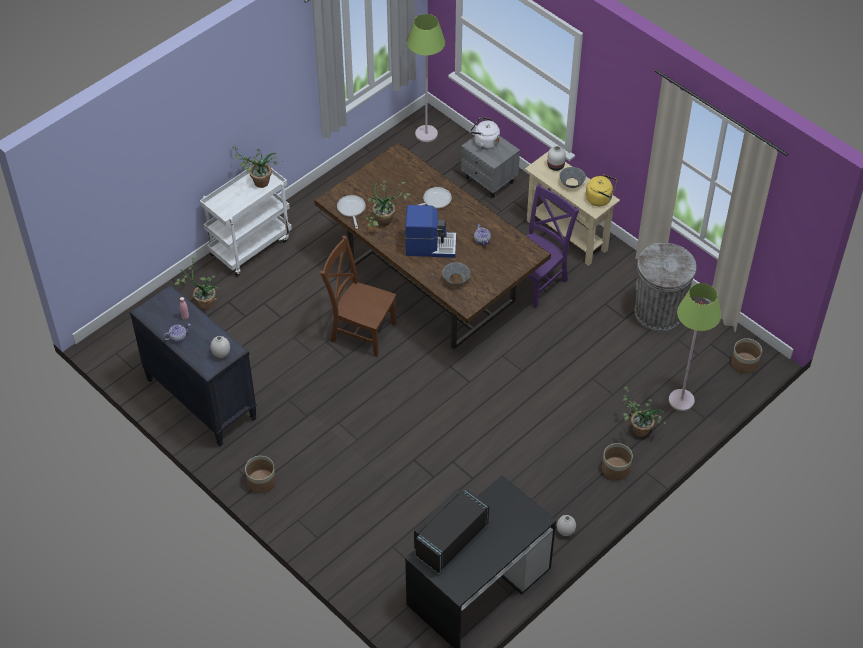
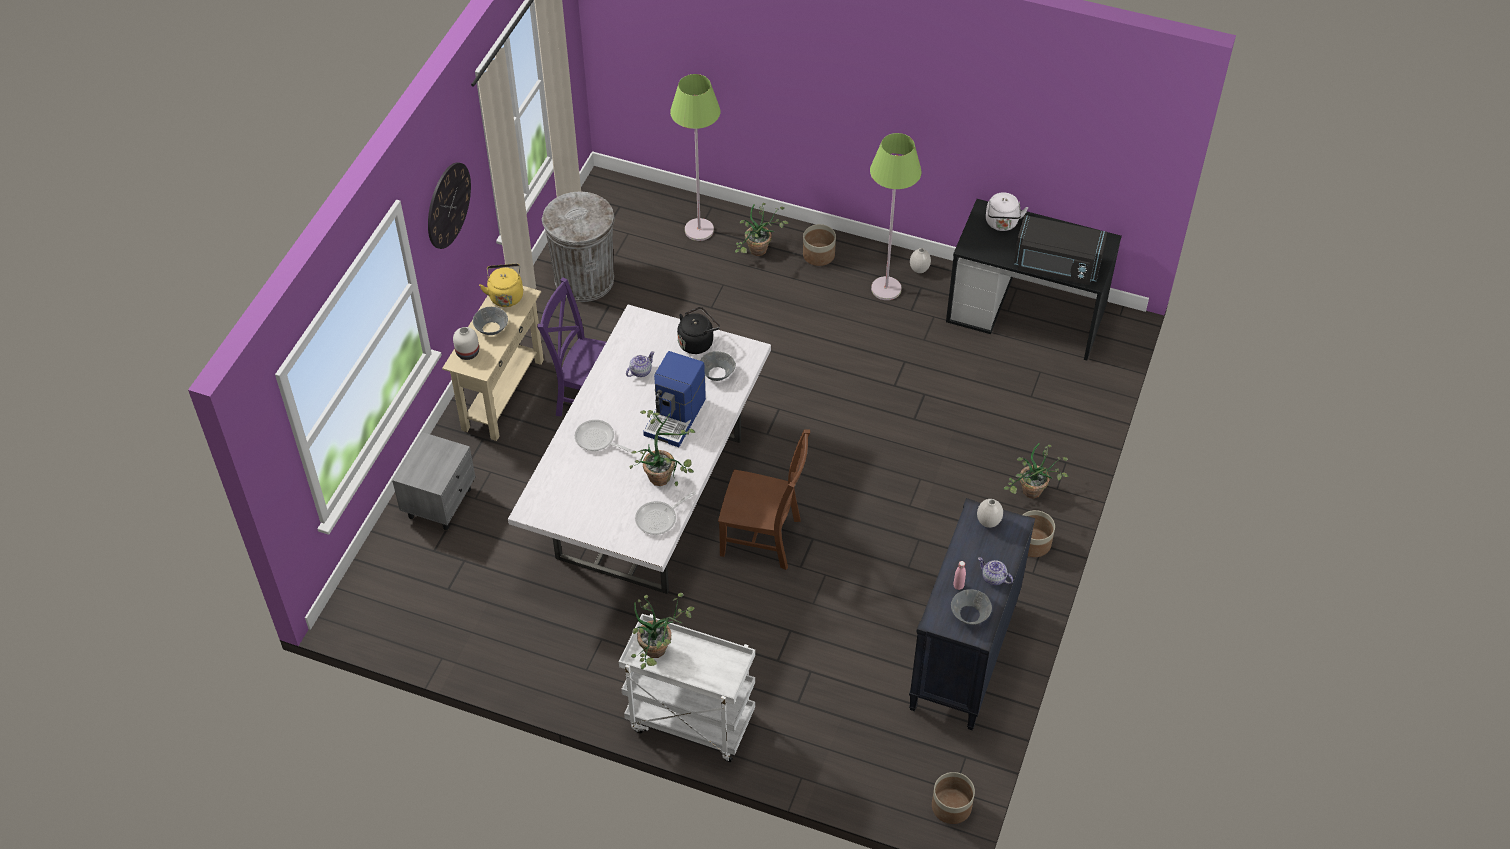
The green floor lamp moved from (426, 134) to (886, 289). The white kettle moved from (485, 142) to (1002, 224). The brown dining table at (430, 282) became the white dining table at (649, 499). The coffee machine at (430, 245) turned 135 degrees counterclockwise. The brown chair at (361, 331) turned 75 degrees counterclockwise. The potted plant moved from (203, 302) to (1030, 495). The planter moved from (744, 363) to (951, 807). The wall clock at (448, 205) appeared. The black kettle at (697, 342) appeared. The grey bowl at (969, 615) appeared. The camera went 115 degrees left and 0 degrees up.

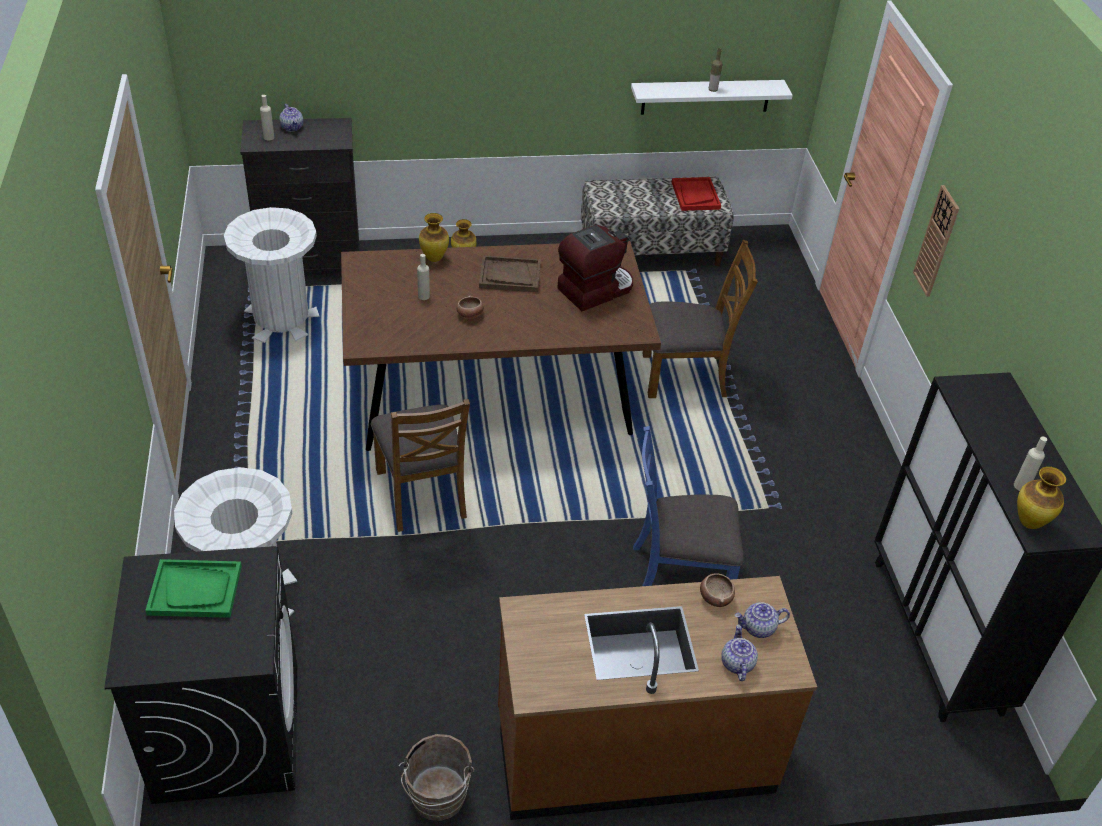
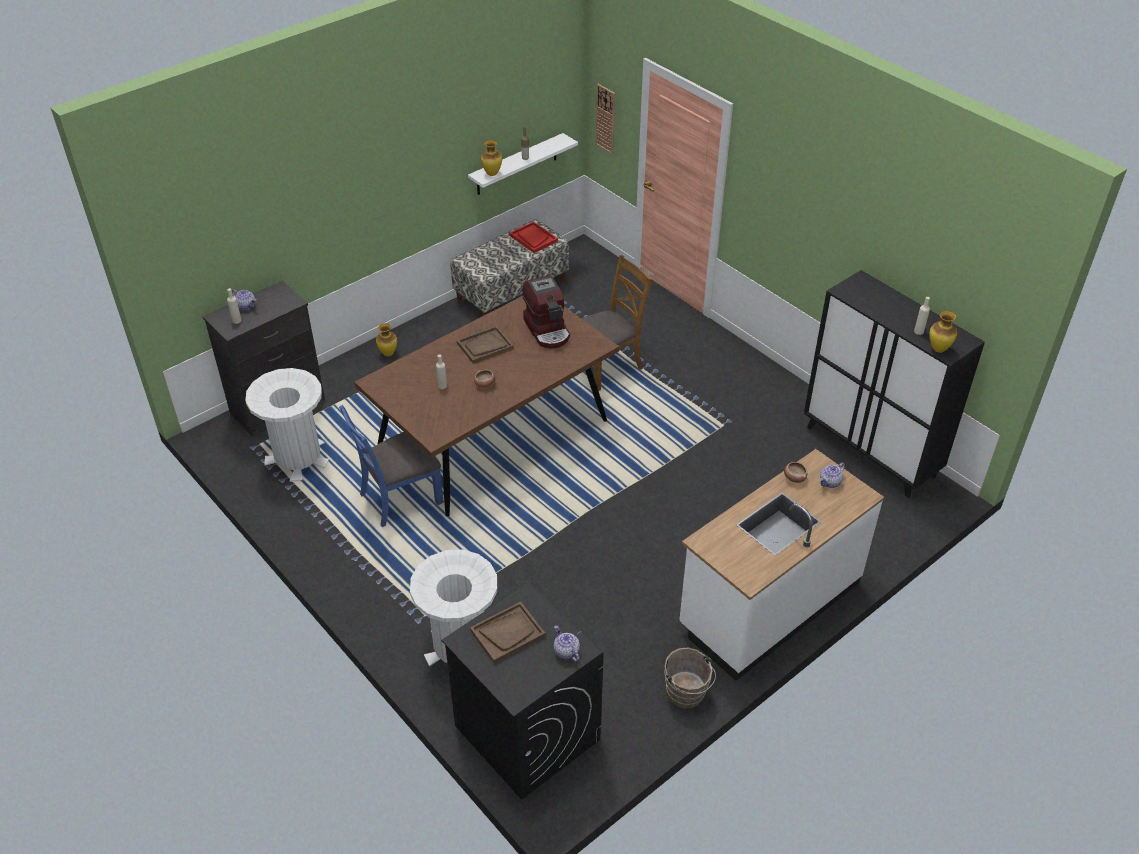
The wall clock moved from (936, 241) to (606, 119). The vase moved from (434, 259) to (492, 174). The coffee machine at (595, 289) turned 135 degrees clockwise. The brown chair at (422, 494) disappeared. The blue chair moved from (678, 576) to (400, 498). The green tray at (195, 590) became the brown tray at (507, 633). The brown counter at (633, 751) became the white counter at (768, 605). The teapot moved from (736, 663) to (566, 651). The camera went 30 degrees left and 0 degrees up.

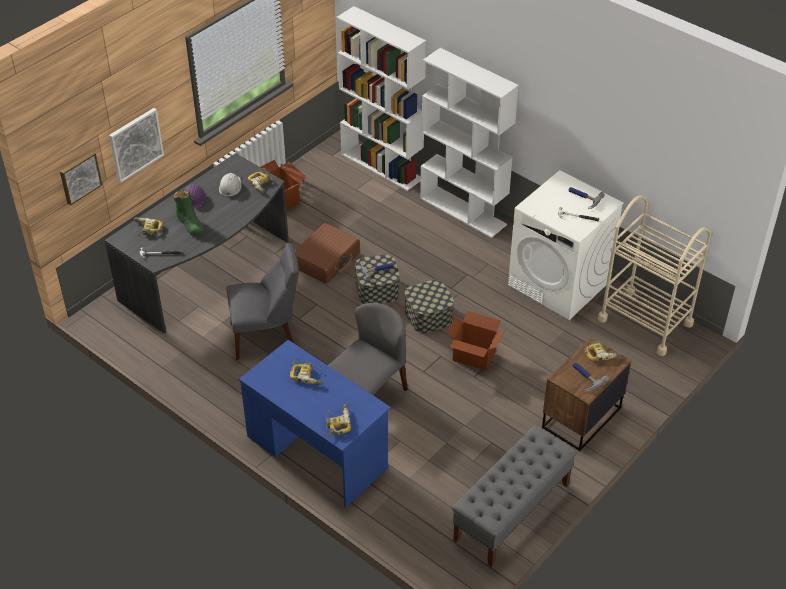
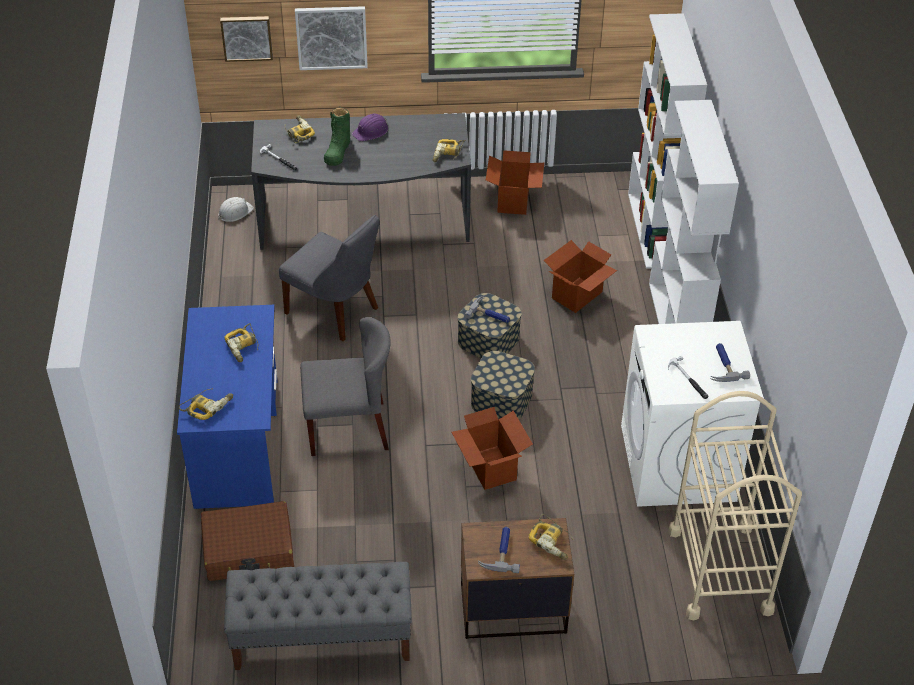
The white hard hat moved from (230, 187) to (235, 212). The brown suitcase moved from (326, 260) to (249, 550). The cardboard box at (577, 295) appeared. The camera went 45 degrees right and 0 degrees up.

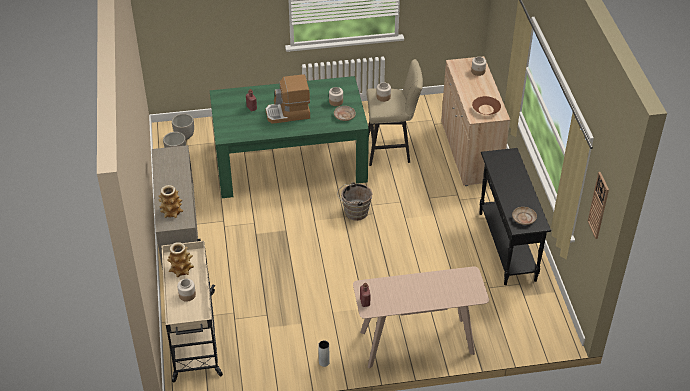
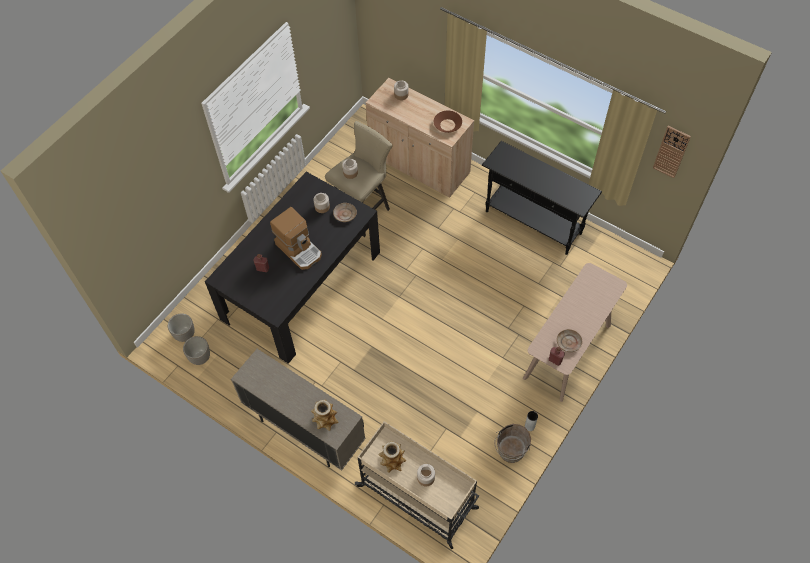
The coffee machine at (288, 114) turned 75 degrees counterclockwise. The green dining table at (289, 162) became the black dining table at (301, 285). The brown bucket moved from (354, 212) to (510, 452). The beige plate moved from (524, 218) to (568, 342). The camera went 45 degrees left and 15 degrees up.

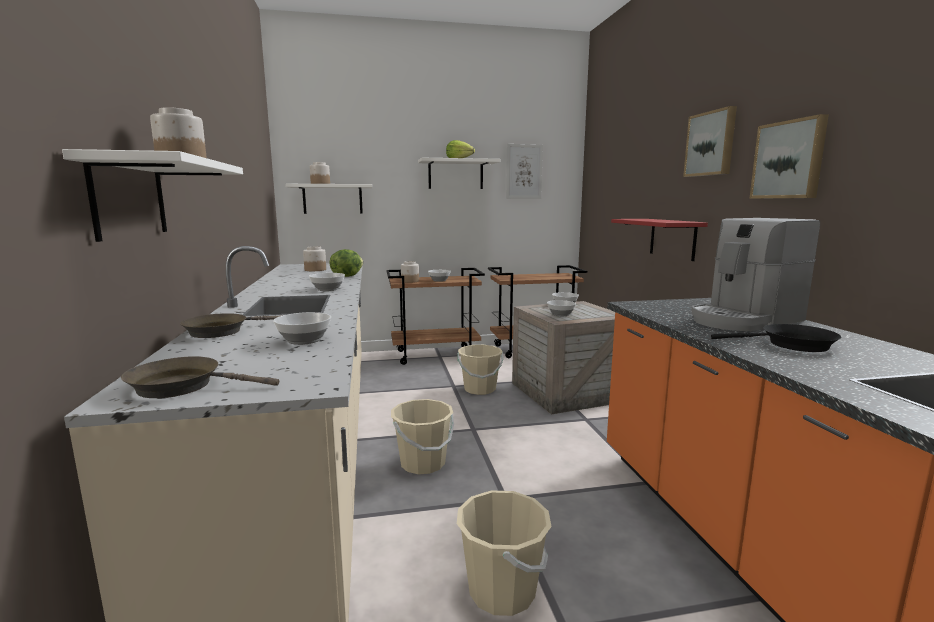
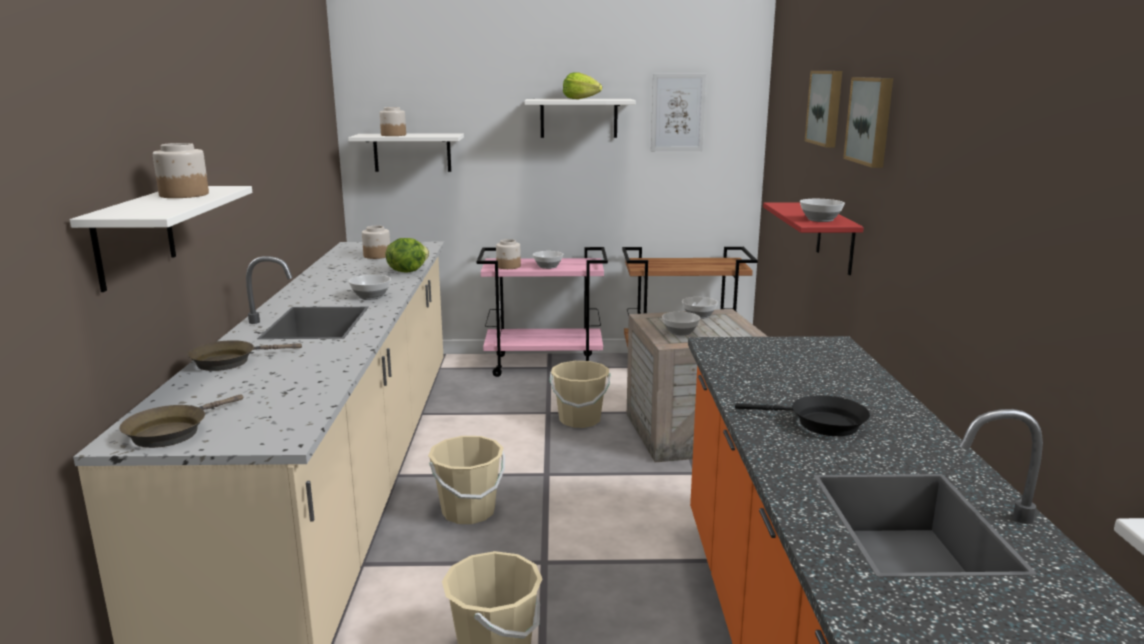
The picture moved from (789, 160) to (826, 108). The coffee machine at (744, 320) disappeared. The brown cart at (436, 355) became the pink cart at (545, 365). The bowl moved from (303, 340) to (819, 220). The brown frying pan at (183, 386) turned 75 degrees counterclockwise. The camera went 10 degrees right and 5 degrees up.

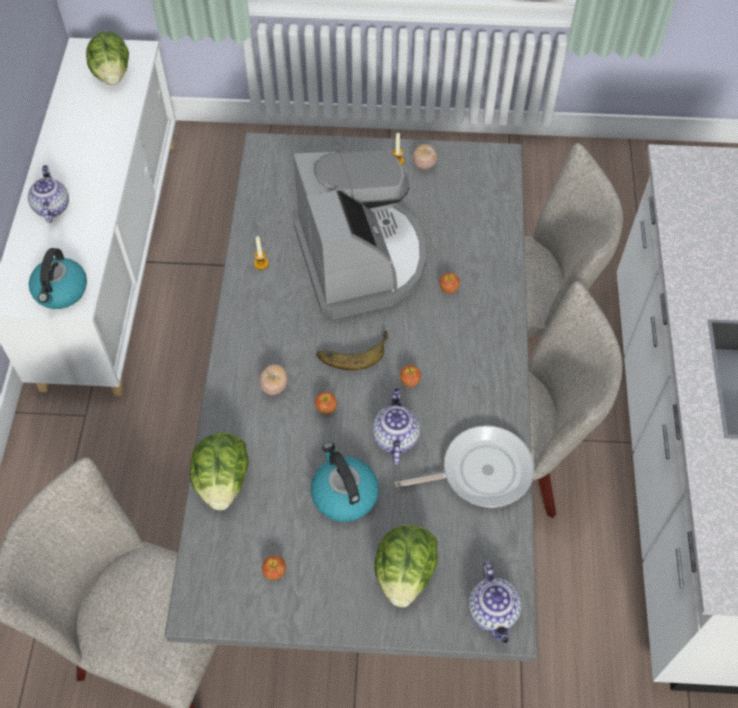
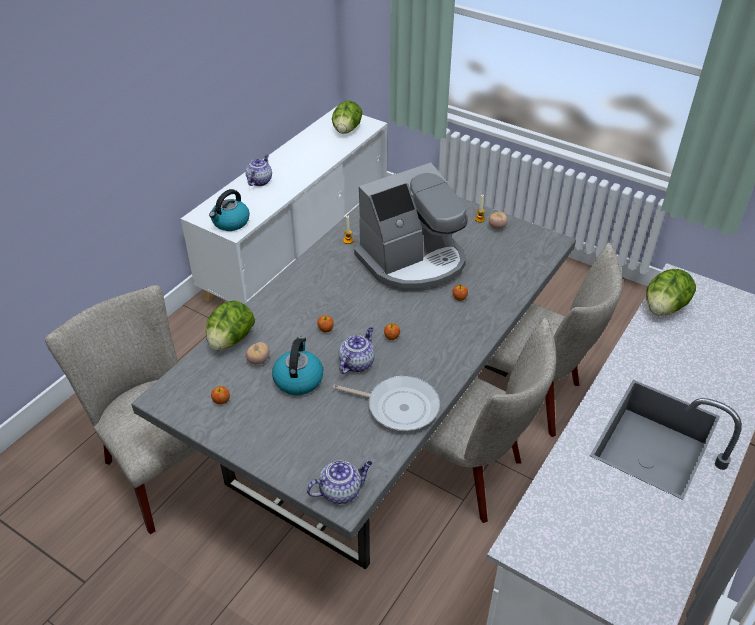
The coffee machine at (361, 260) turned 45 degrees clockwise. The banana at (352, 350) disappeared. The tomato moved from (274, 386) to (258, 360). The lettuce moved from (405, 573) to (664, 308). The teapot at (493, 612) turned 135 degrees counterclockwise. The camera went 30 degrees right and 15 degrees down.

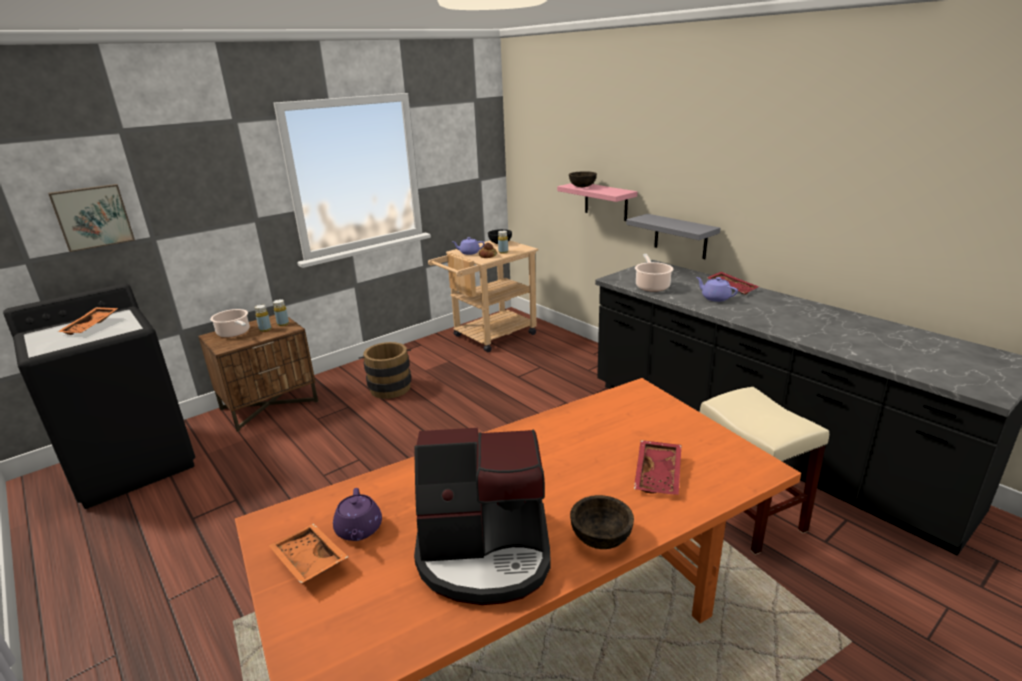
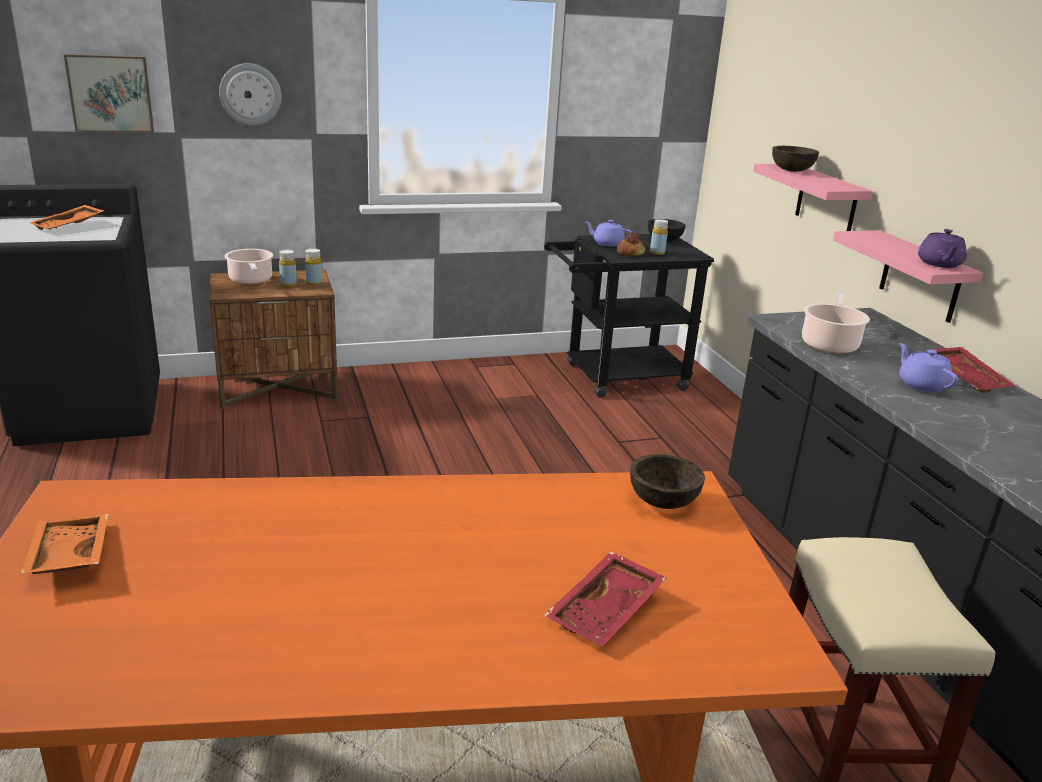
The grey shelf at (680, 236) became the pink shelf at (920, 277). The beige cart at (489, 337) became the black cart at (615, 377). The brown bucket at (389, 386) disappeared. The coffee machine at (485, 553) disappeared. The purple teapot moved from (359, 530) to (939, 264). The brown bowl moved from (600, 538) to (662, 501). The wall clock at (250, 94) appeared. The camera went 20 degrees right and 0 degrees up.

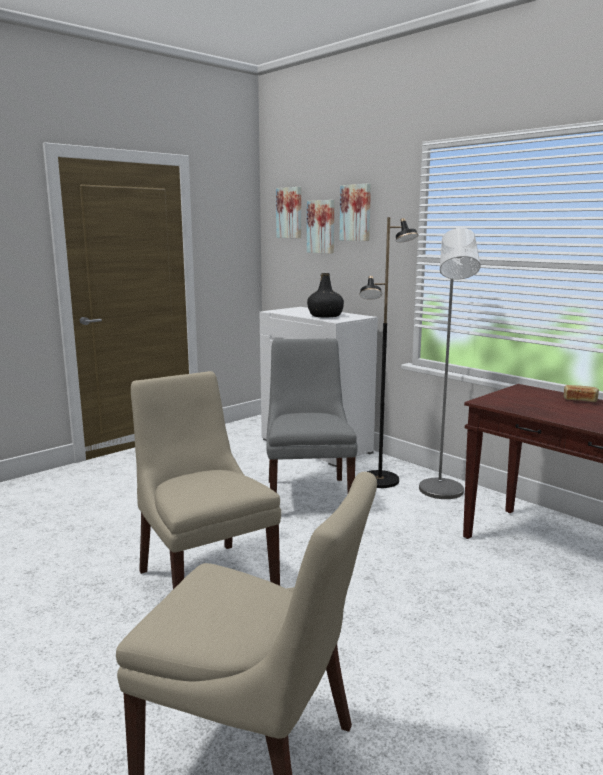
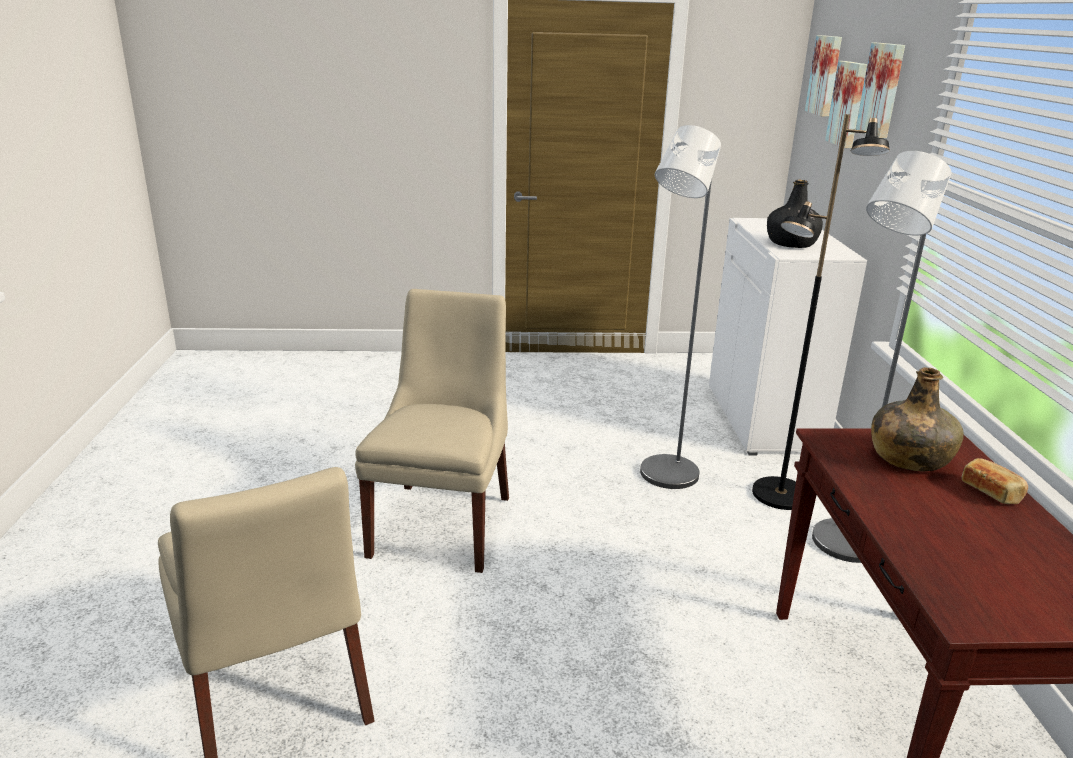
The grey chair at (308, 496) was replaced by the grey floor lamp at (663, 478). The green bottle at (908, 458) appeared. The camera went 40 degrees right and 10 degrees up.

